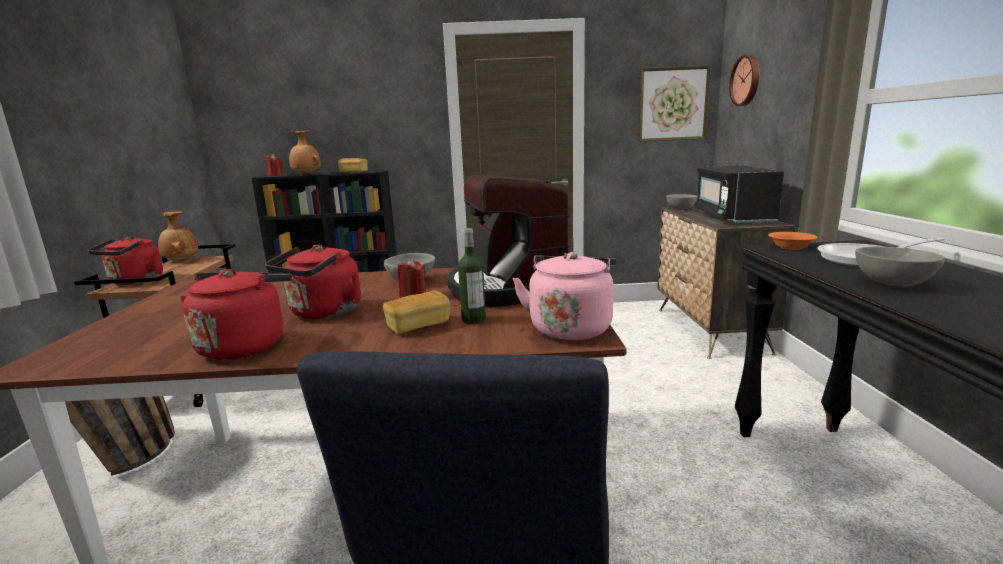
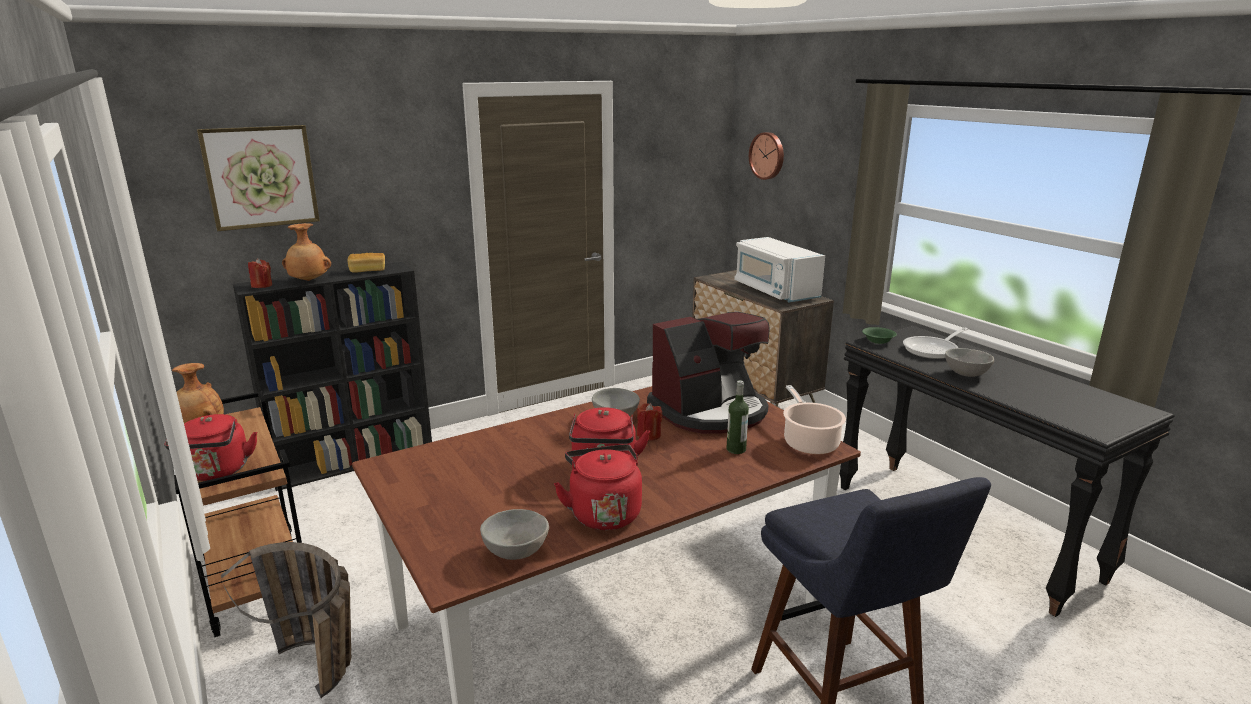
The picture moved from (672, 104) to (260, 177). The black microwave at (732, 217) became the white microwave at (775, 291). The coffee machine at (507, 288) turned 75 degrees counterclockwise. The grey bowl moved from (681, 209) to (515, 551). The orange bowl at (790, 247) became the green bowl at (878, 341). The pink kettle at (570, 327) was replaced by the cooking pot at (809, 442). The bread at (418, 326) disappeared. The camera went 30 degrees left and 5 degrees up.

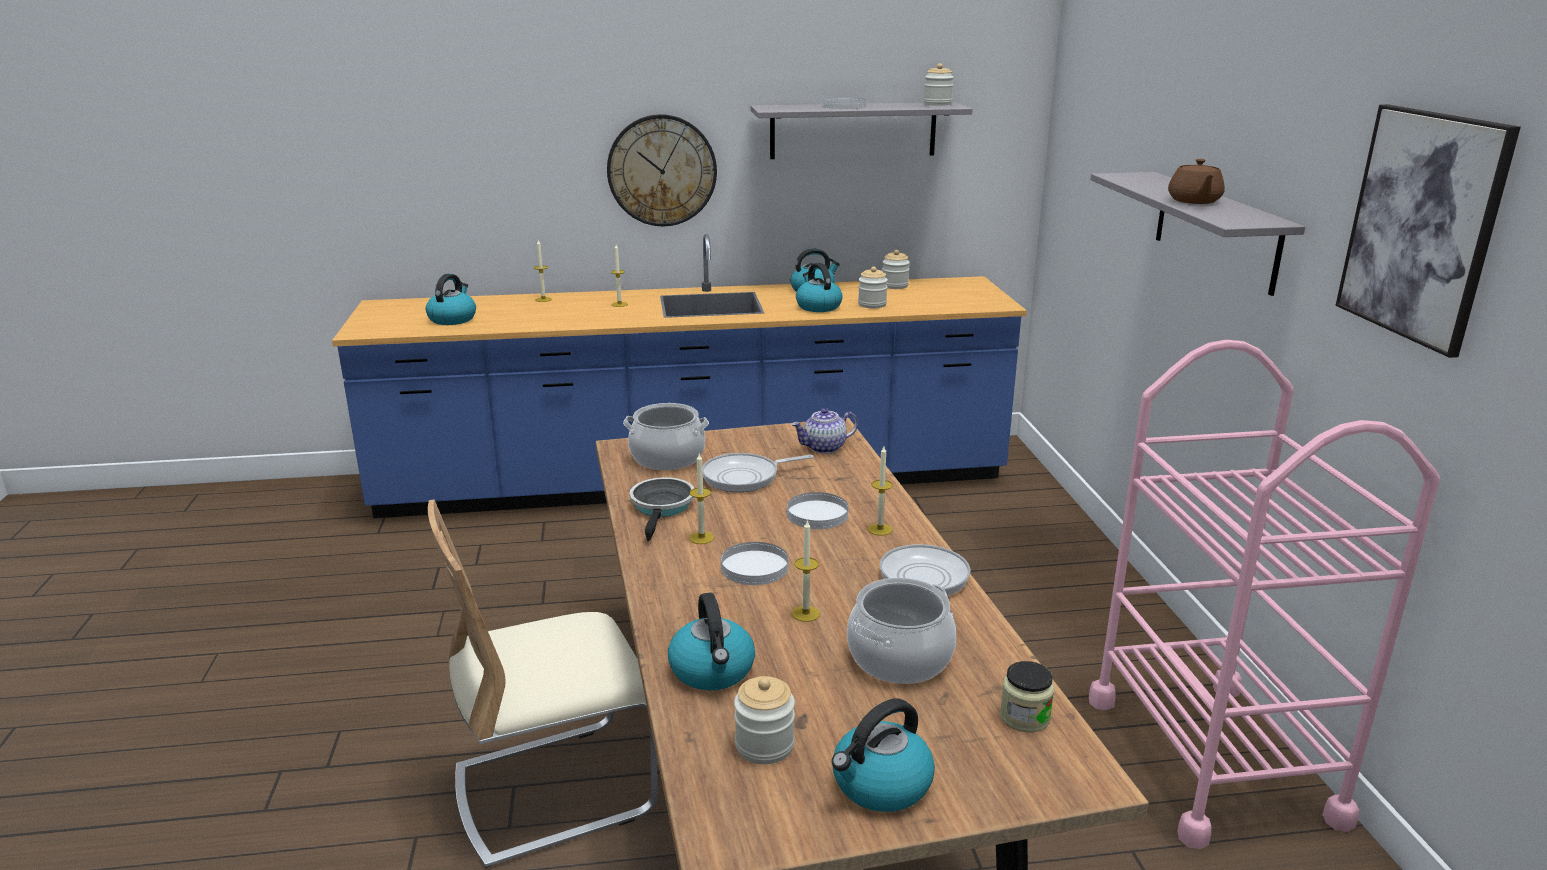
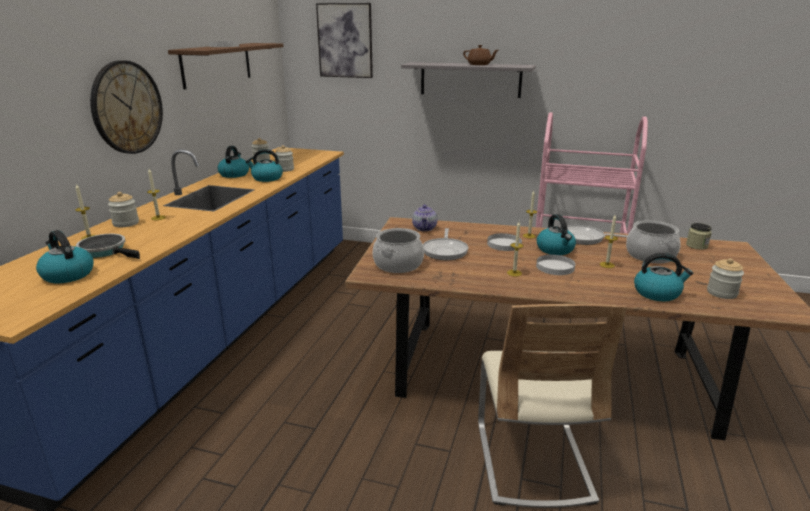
The jar moved from (937, 104) to (126, 223). The grey shelf at (853, 130) became the brown shelf at (217, 64). The picture moved from (1422, 226) to (345, 40). The frying pan moved from (662, 508) to (106, 251). The kettle moved from (880, 785) to (555, 250). The camera went 65 degrees left and 0 degrees up.

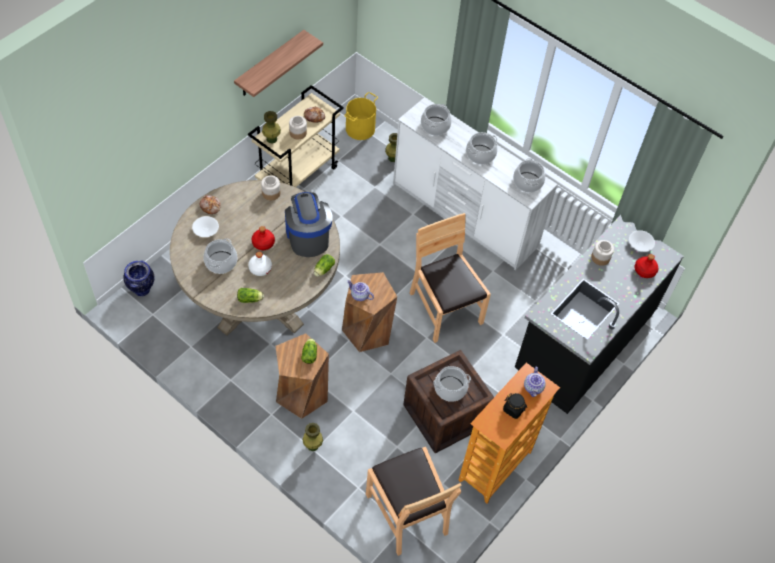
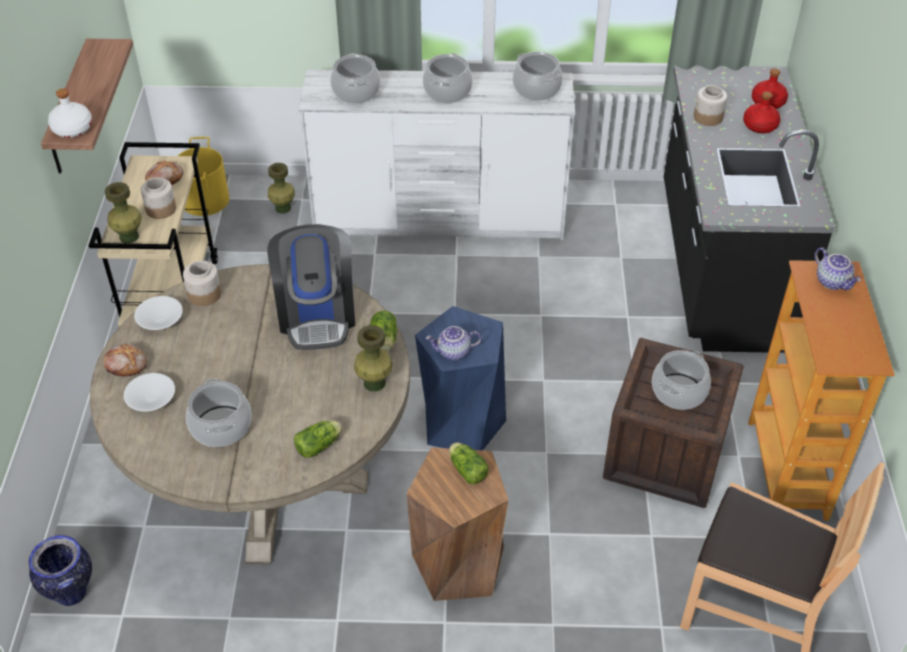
The coffee machine at (308, 236) turned 135 degrees counterclockwise. The brown chair at (445, 309) disappeared. The red bottle moved from (263, 243) to (759, 126). The white bowl moved from (640, 244) to (160, 320). The white bottle moved from (260, 268) to (72, 129). The brown stool at (367, 330) became the blue stool at (461, 422). The black jar at (513, 409) disappeared. The green vase moved from (312, 445) to (374, 383). The camera went 35 degrees left and 10 degrees down.

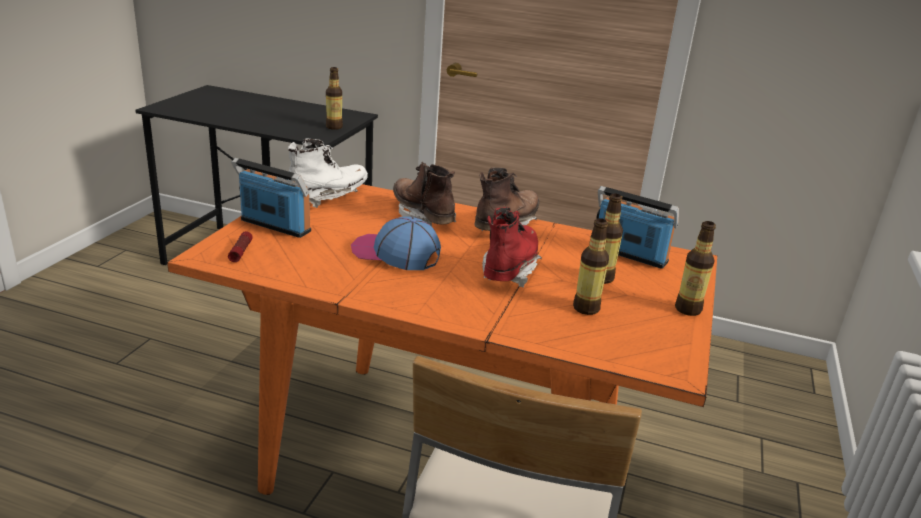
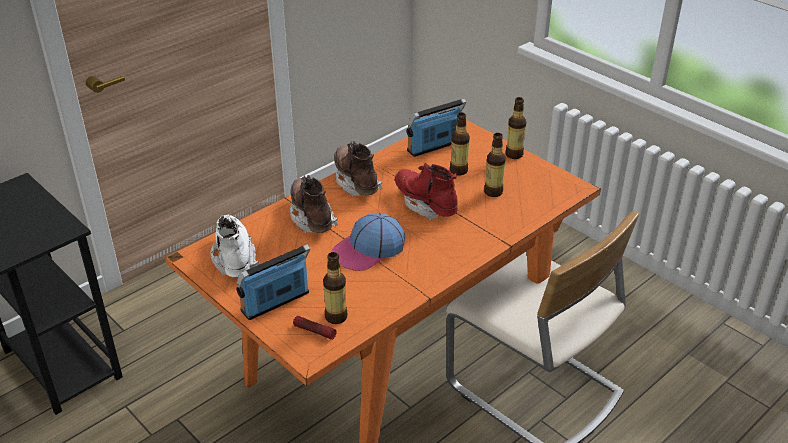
The bottle moved from (334, 127) to (336, 317). The brown boot at (422, 217) turned 75 degrees clockwise. The camera went 60 degrees left and 10 degrees up.

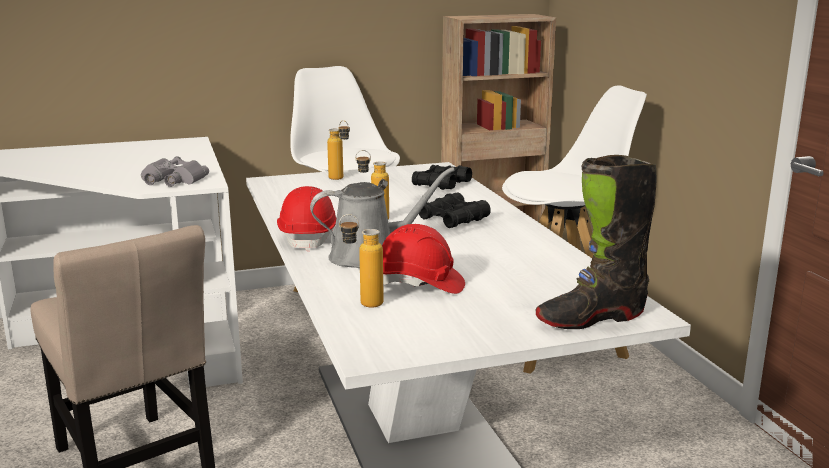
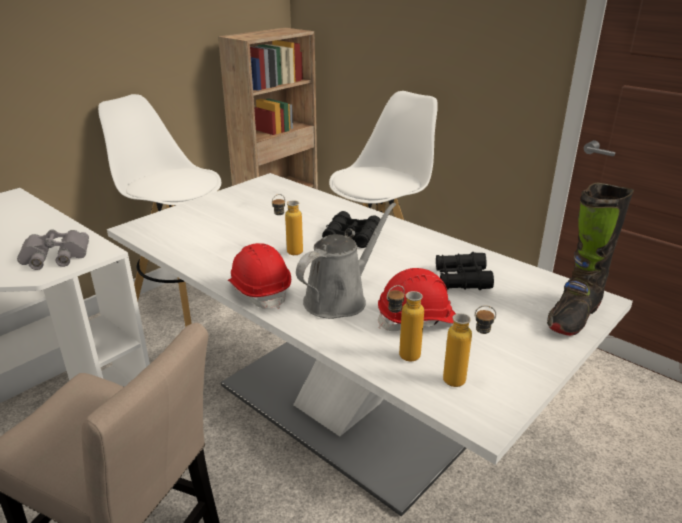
The bottle moved from (340, 179) to (464, 381). The black binoculars moved from (441, 184) to (462, 279). The camera went 30 degrees left and 10 degrees up.

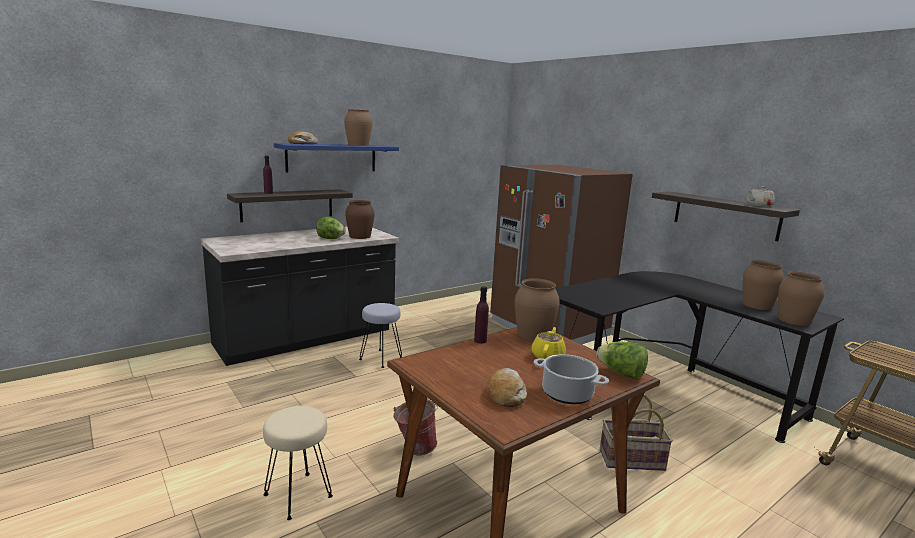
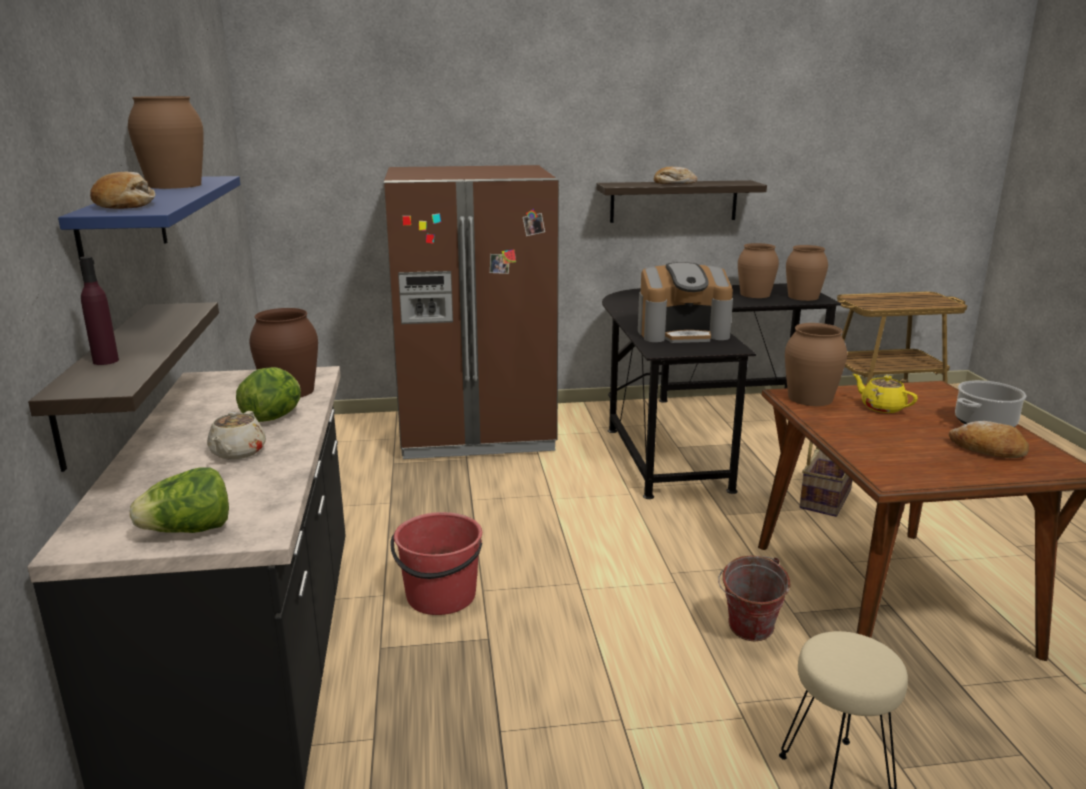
The beige teapot moved from (758, 205) to (237, 452). The purple bottle at (480, 340) disappeared. The grey stool at (380, 358) was replaced by the red bucket at (440, 596). The lettuce moved from (621, 373) to (189, 531). The bread at (674, 183) appeared. The coffee machine at (682, 332) appeared. The camera went 60 degrees left and 5 degrees up.

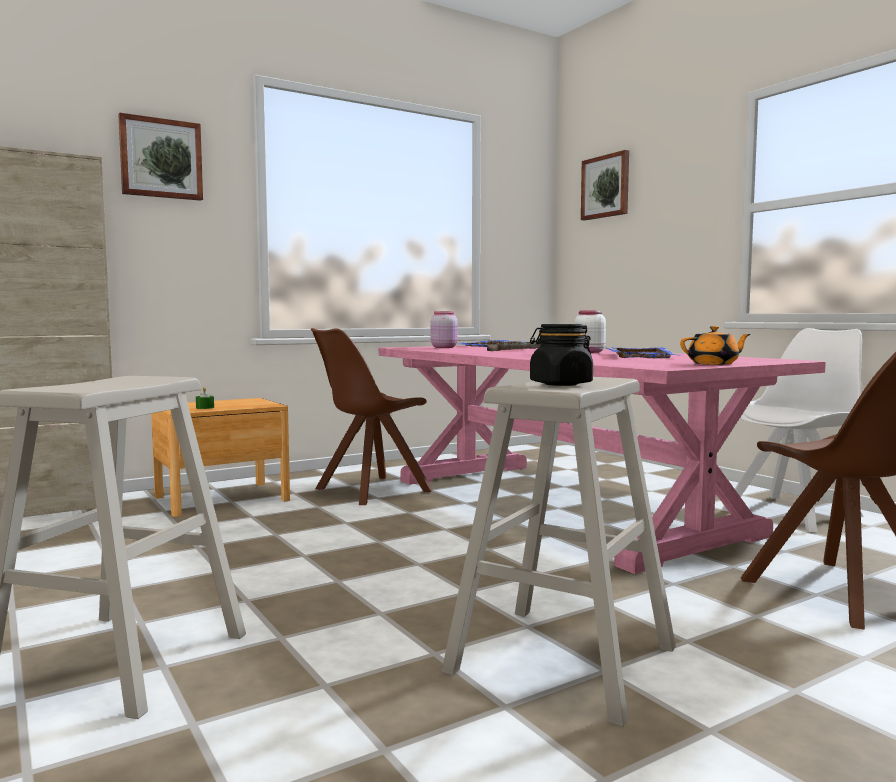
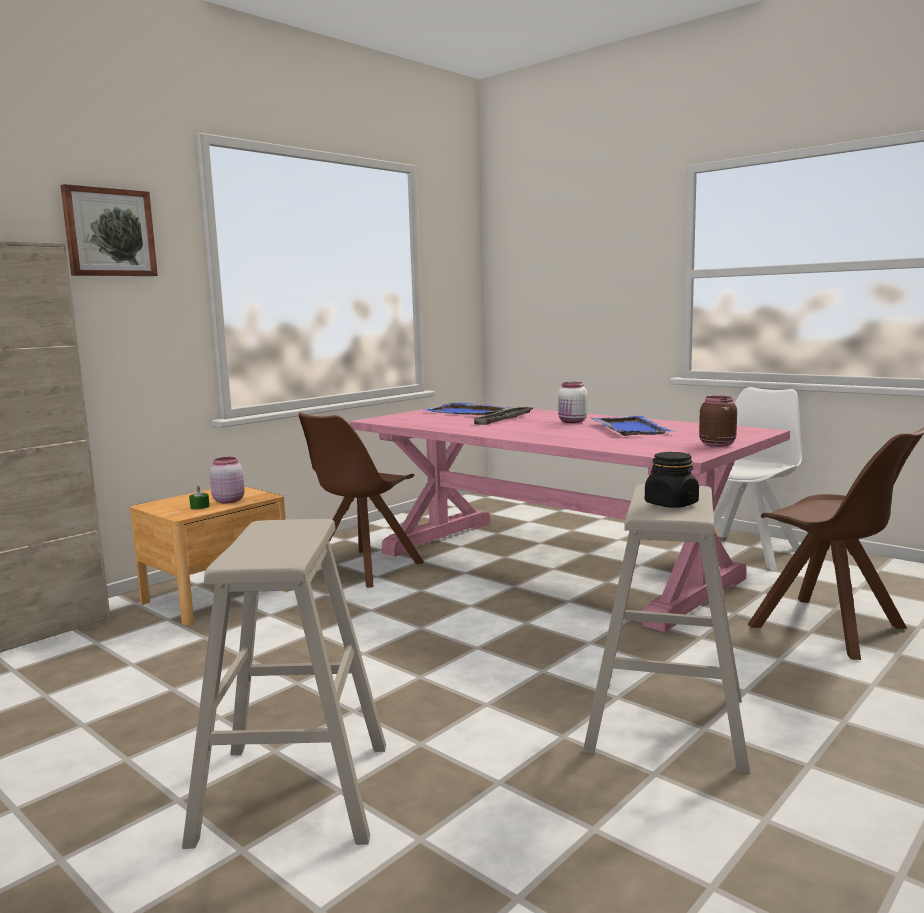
The picture at (606, 186) disappeared. The pink jar moved from (444, 347) to (229, 500). The orange teapot at (714, 364) was replaced by the brown jar at (717, 444). The camera went 15 degrees left and 5 degrees up.

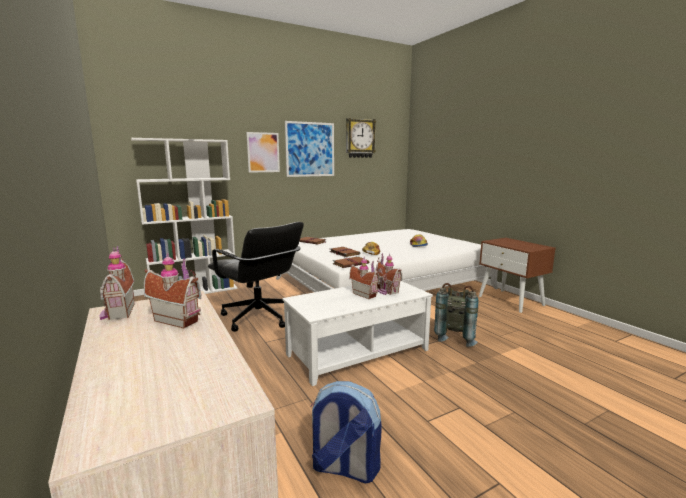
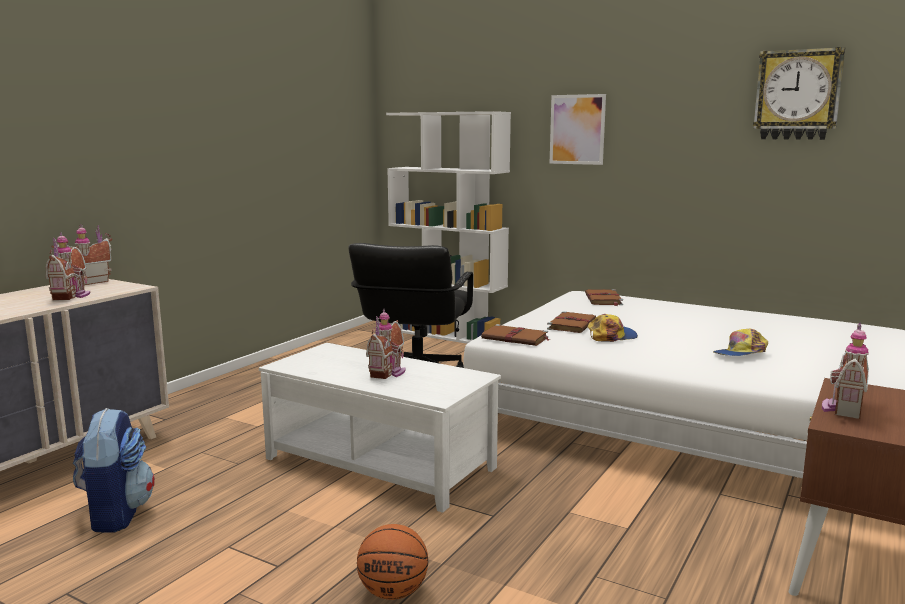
The picture at (310, 149) disappeared. The toy house moved from (386, 291) to (842, 408). The grey backpack at (455, 337) disappeared. The basketball at (393, 592) appeared. The camera went 60 degrees right and 0 degrees up.

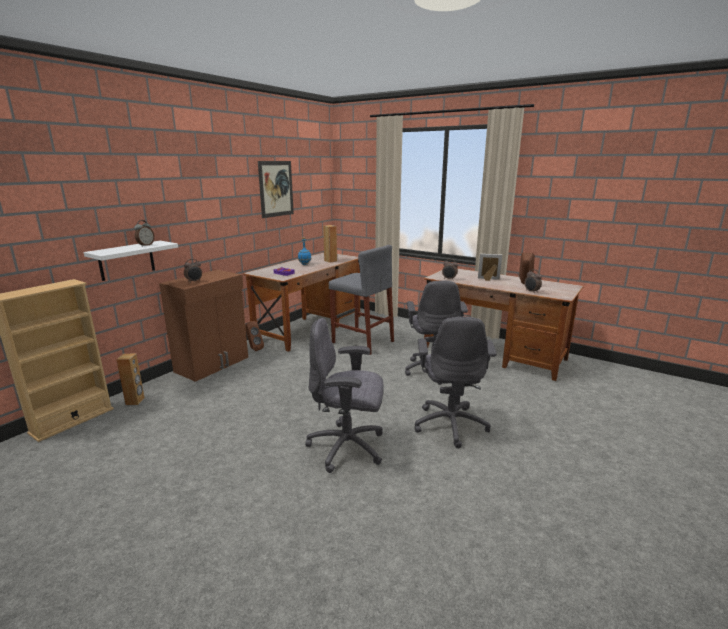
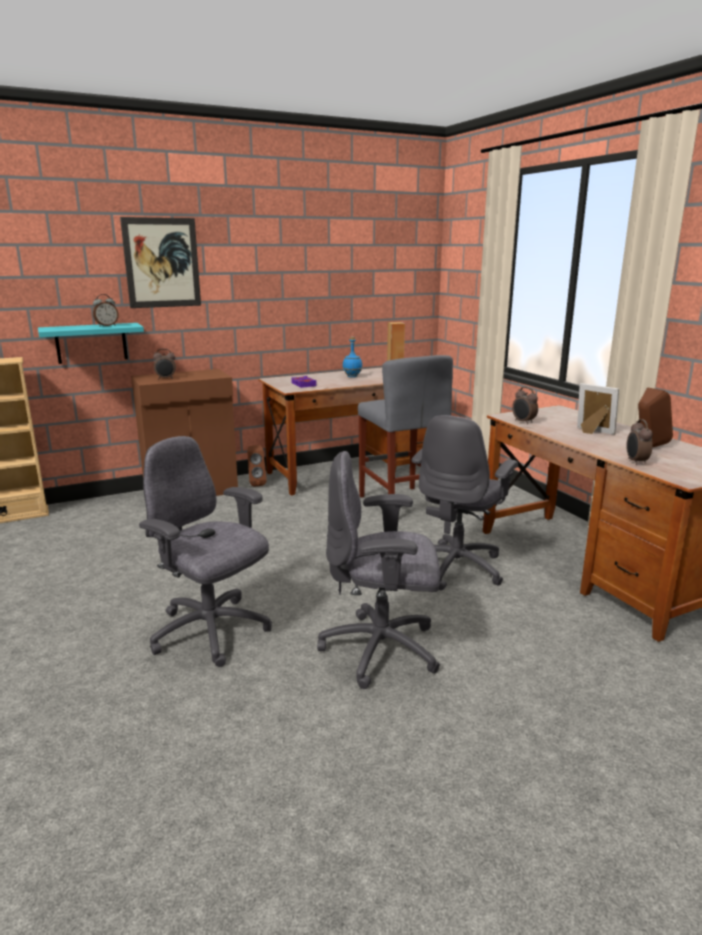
The picture moved from (276, 189) to (162, 263). The white shelf at (126, 260) became the turquoise shelf at (91, 343). The grey office chair at (450, 424) turned 60 degrees clockwise. The brown speaker at (135, 401) disappeared. The camera went 30 degrees right and 0 degrees up.

